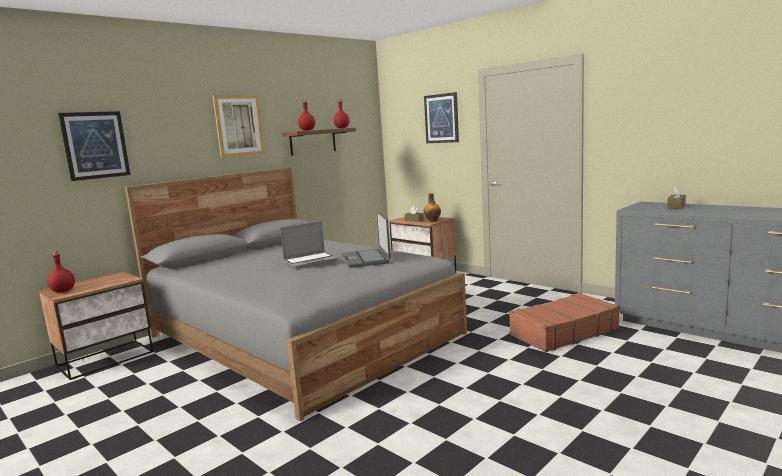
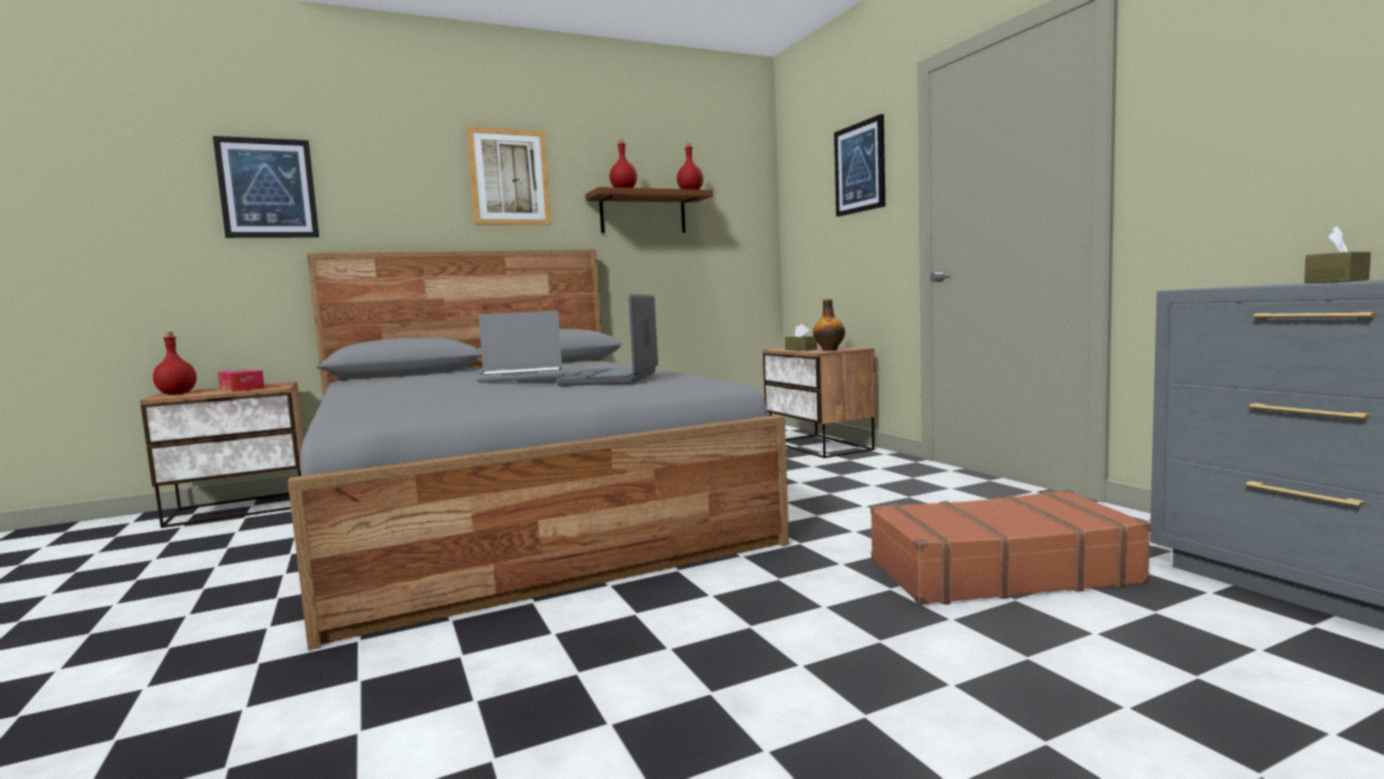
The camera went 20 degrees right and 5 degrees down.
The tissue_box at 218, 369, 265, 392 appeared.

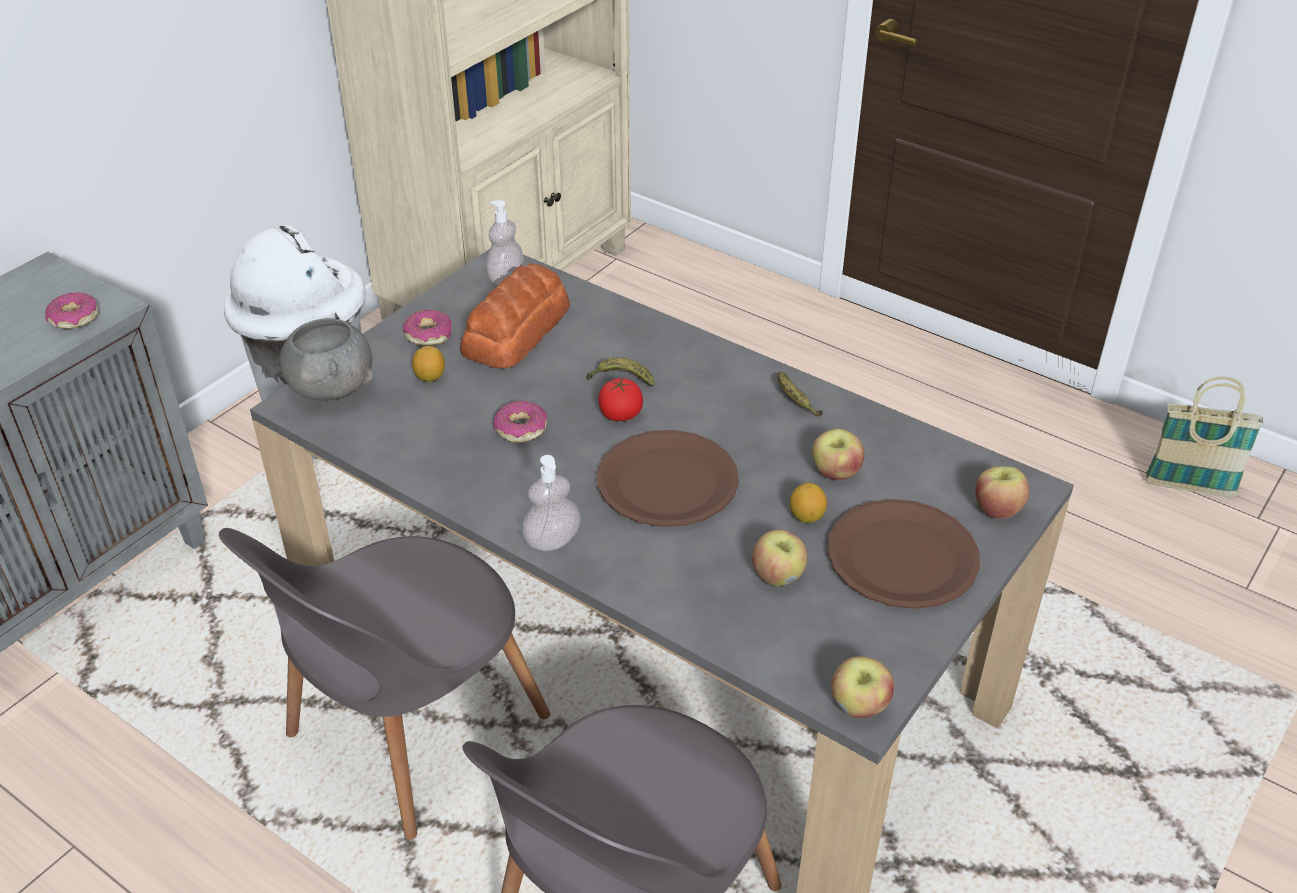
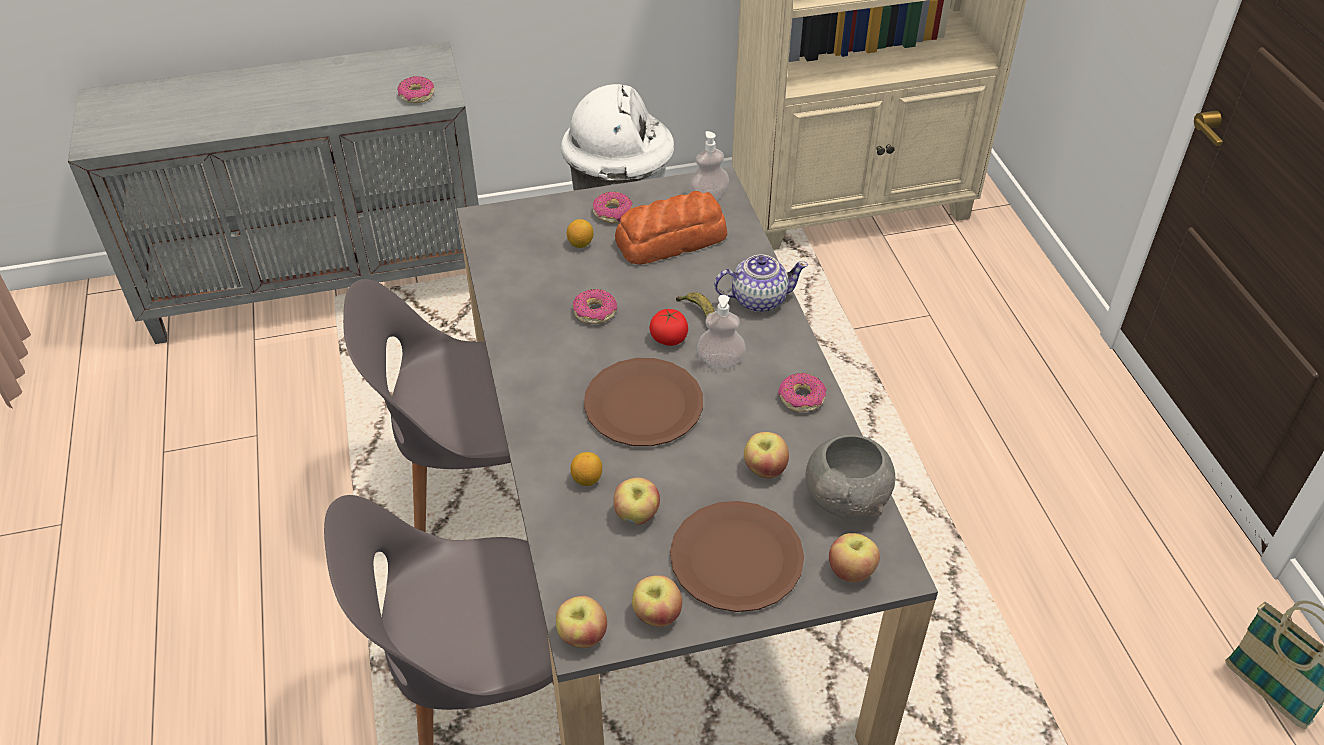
The camera went 40 degrees right and 5 degrees up.
The grey_bowl moved from 280, 318, 374, 401 to 806, 435, 895, 518.
The banana at 777, 372, 822, 417 was replaced by the donut at 778, 373, 827, 412.
The soap_dispenser moved from 521, 455, 581, 552 to 697, 295, 746, 368.
The lemon moved from 790, 483, 827, 523 to 571, 452, 602, 486.
The teapot at 714, 255, 808, 312 appeared.
The apple at 632, 575, 682, 627 appeared.

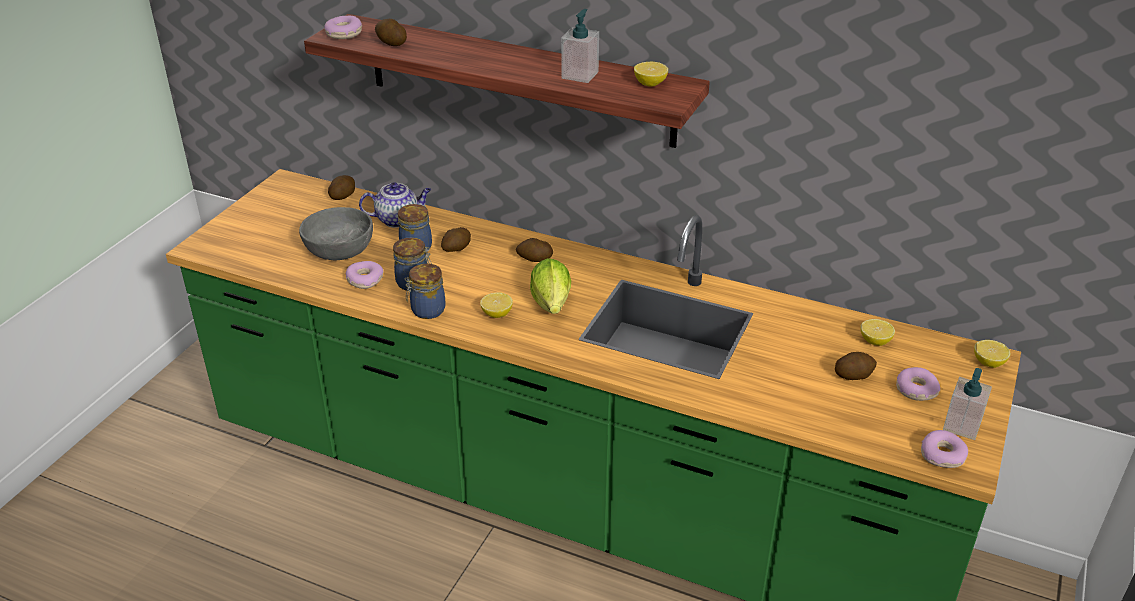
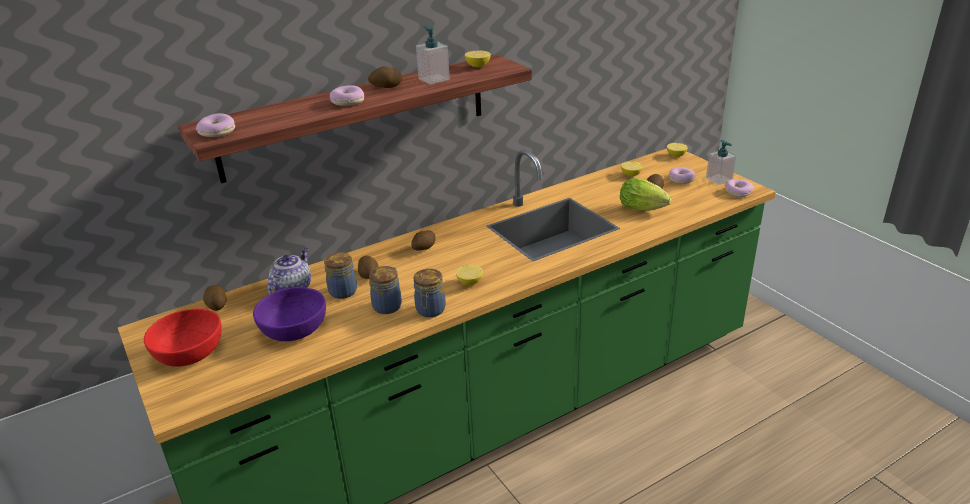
The camera went 55 degrees left and 5 degrees down.
The potato moved from 375, 19, 407, 46 to 368, 66, 402, 88.
The grey_bowl at 299, 207, 373, 260 became the purple_bowl at 253, 287, 326, 341.
The lettuce moved from 530, 258, 571, 314 to 620, 178, 671, 211.
The donut moved from 346, 261, 383, 289 to 330, 85, 364, 106.
The red_bowl at 144, 308, 222, 367 appeared.

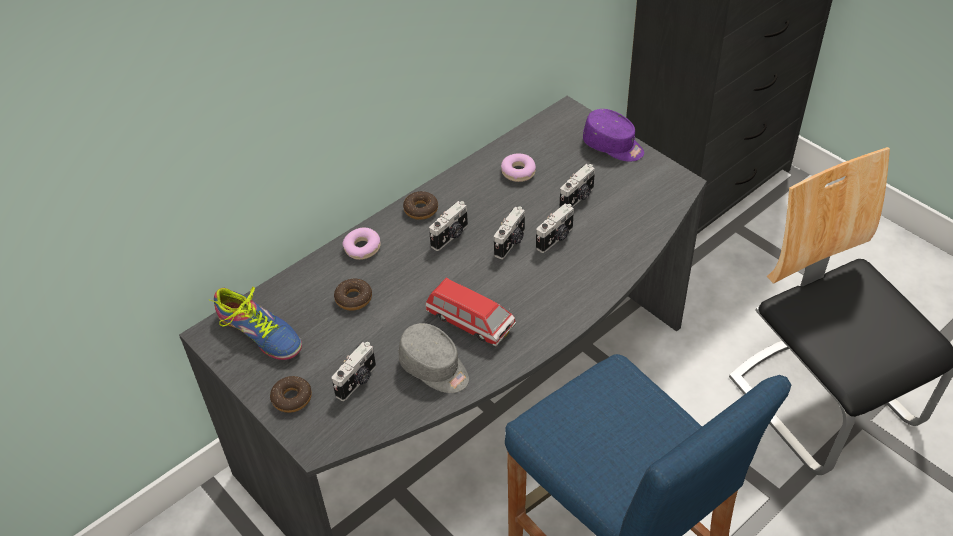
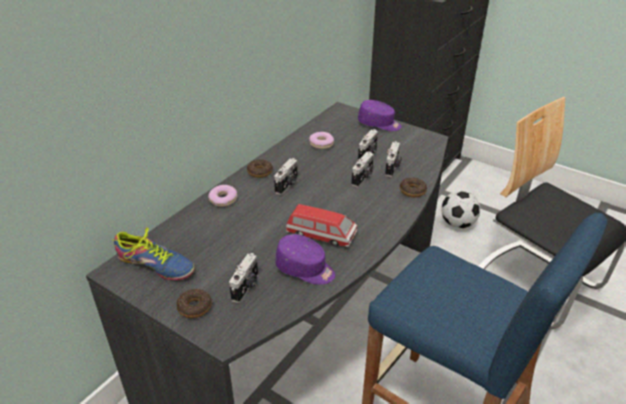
The camera went 15 degrees left and 10 degrees down.
The photo_camera moved from 494, 206, 525, 259 to 385, 141, 402, 177.
The donut moved from 334, 279, 372, 311 to 400, 178, 427, 197.
The grey_cap at 399, 323, 469, 393 became the purple_cap at 276, 234, 335, 285.
The football at 441, 191, 480, 228 appeared.

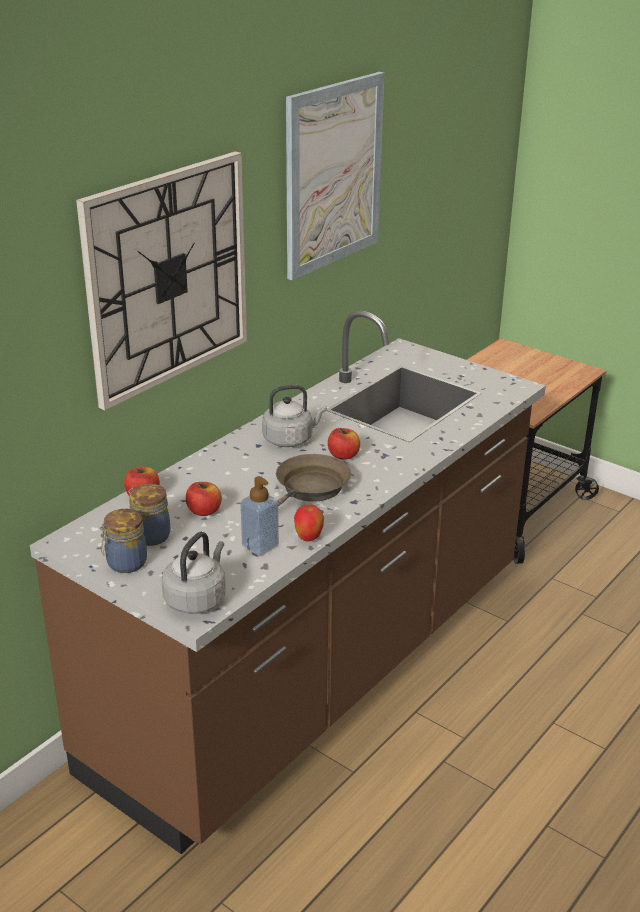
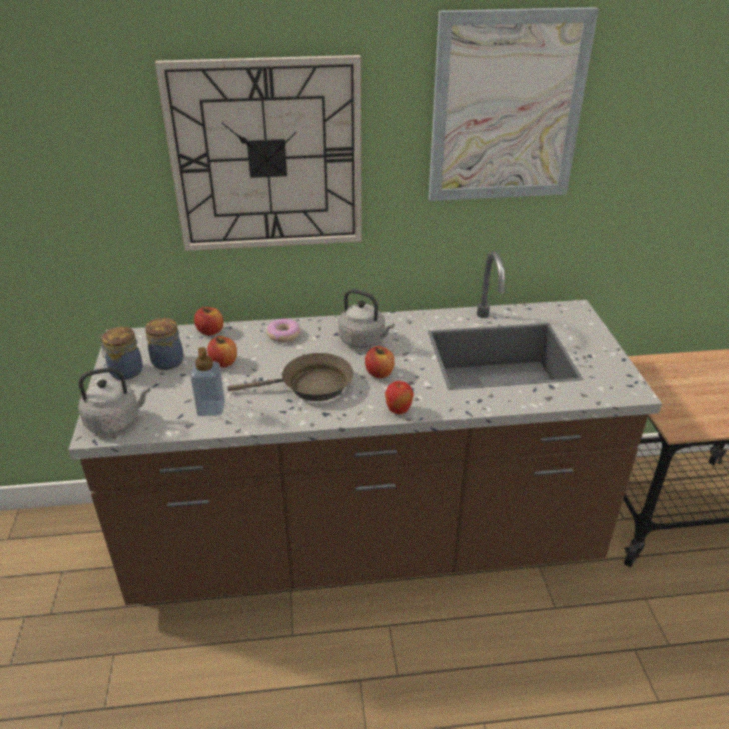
The camera went 45 degrees right and 5 degrees up.
The apple moved from 294, 505, 324, 542 to 385, 381, 414, 414.
The donut at 266, 319, 300, 342 appeared.

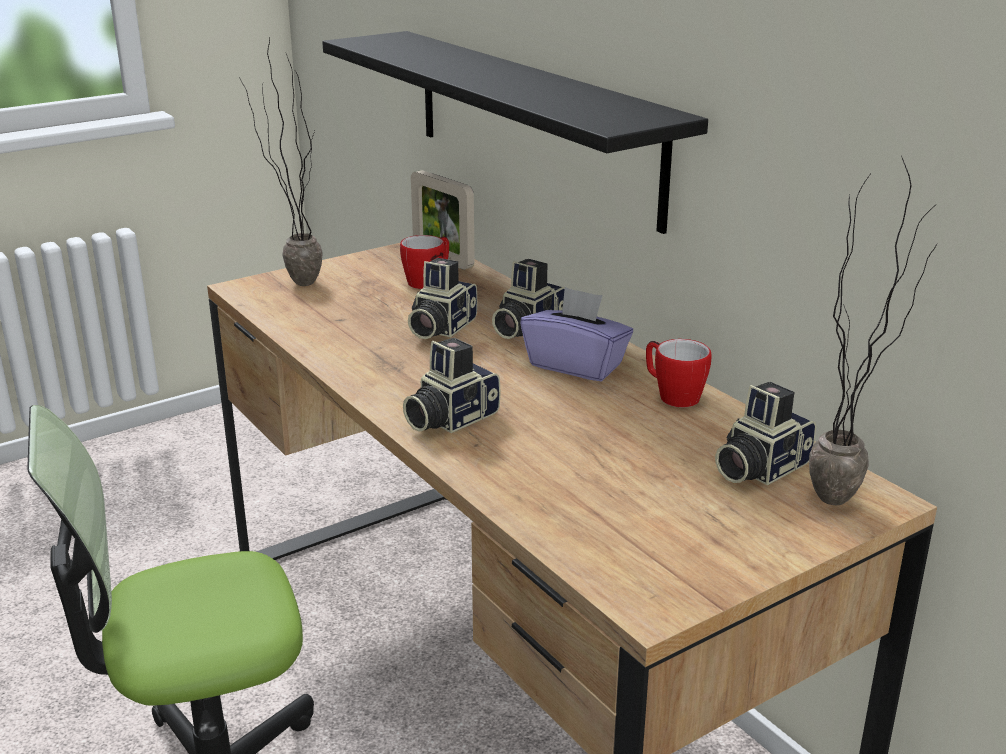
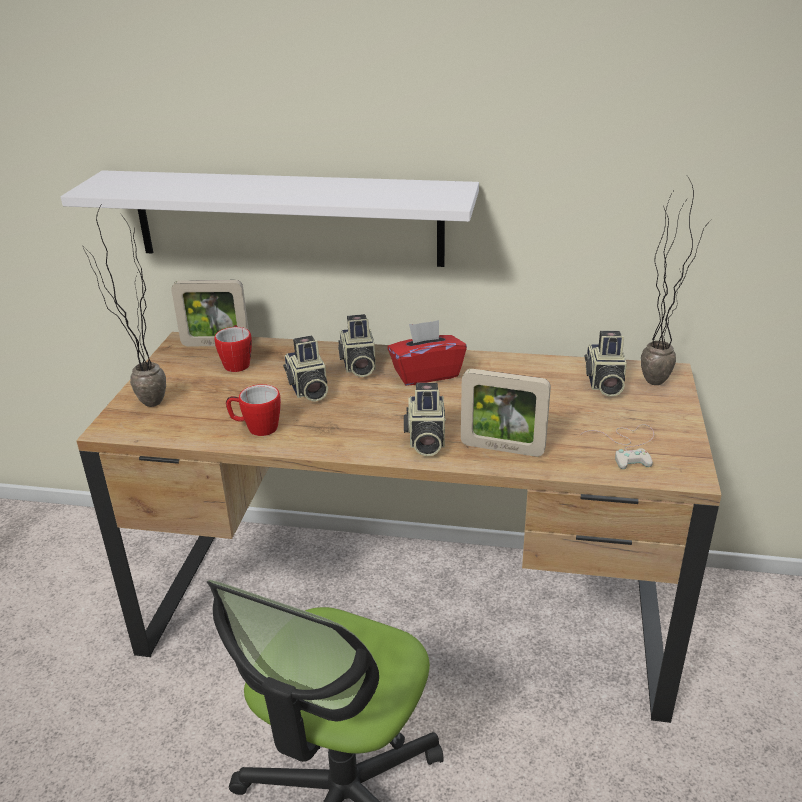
The camera went 45 degrees left and 5 degrees up.
The black_shelf at 322, 31, 708, 234 became the white_shelf at 61, 170, 479, 267.
The purple_tissue_box at 520, 287, 633, 382 became the red_tissue_box at 387, 320, 467, 386.
The mug moved from 646, 339, 712, 407 to 226, 384, 281, 436.
The picture_frame at 461, 369, 551, 457 appeared.
The white_game_controller at 580, 424, 654, 469 appeared.

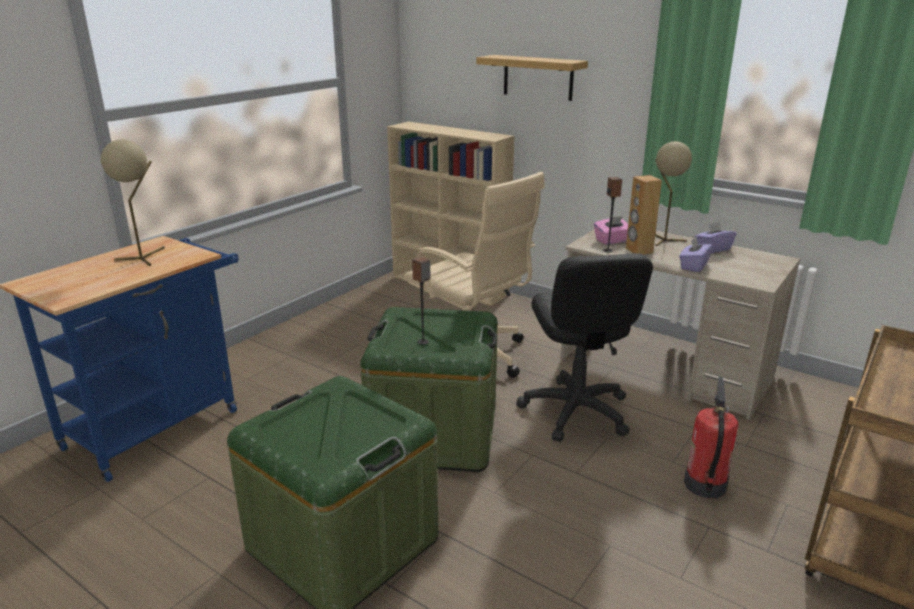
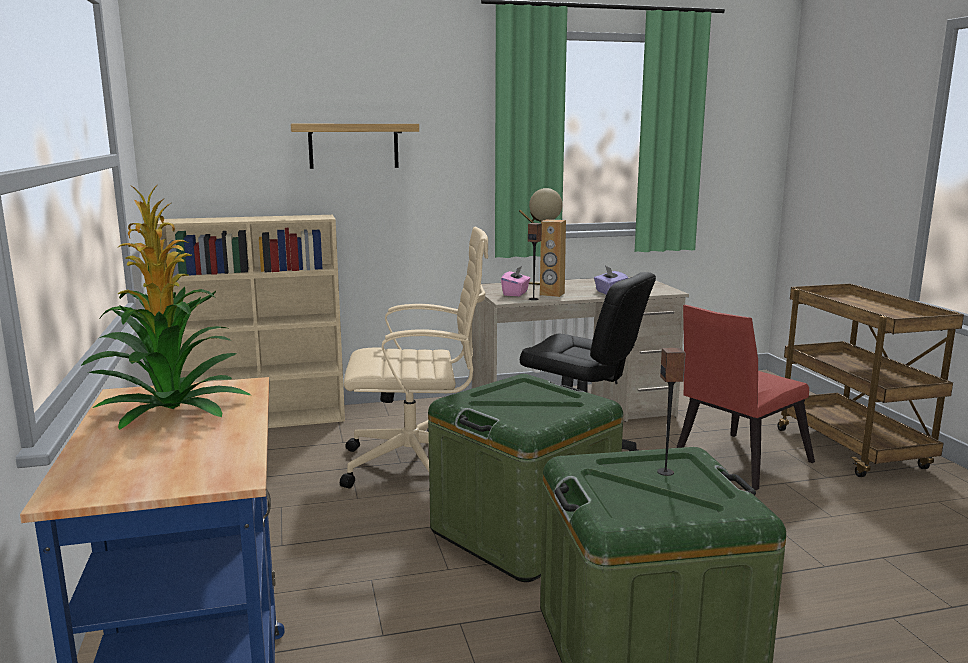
The camera went 50 degrees left and 10 degrees down.
The beige_table_lamp at 101, 139, 165, 266 was replaced by the potted_plant at 81, 185, 251, 430.
The purple_tissue_box at 695, 221, 736, 254 disappeared.
The speaker moved from 412, 257, 431, 345 to 657, 348, 686, 476.
The fire_extinguisher at 684, 376, 739, 498 was replaced by the red_chair at 676, 305, 815, 490.

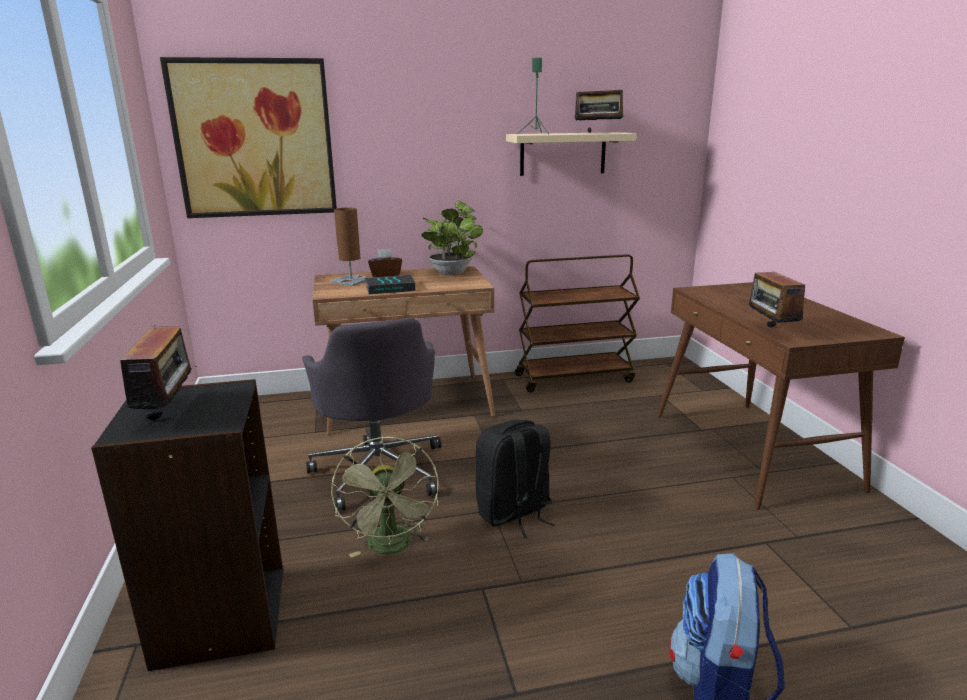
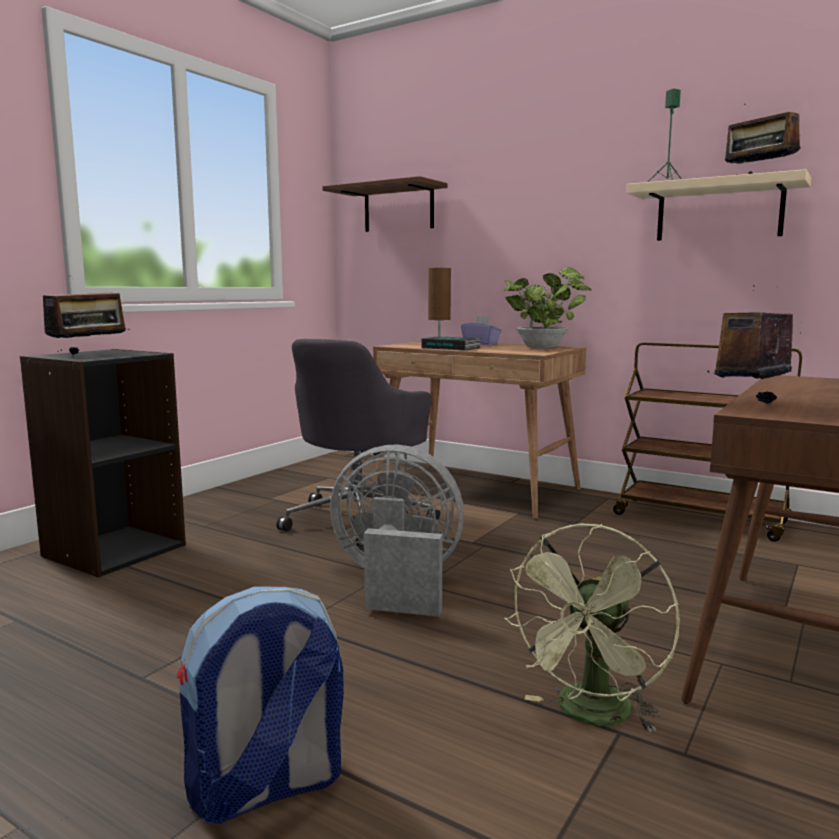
The camera went 45 degrees right and 10 degrees down.
The picture at 160, 57, 337, 218 was replaced by the brown_shelf at 322, 176, 448, 232.
The brown_tissue_box at 368, 248, 402, 277 became the purple_tissue_box at 461, 316, 502, 345.
The black_backpack at 476, 419, 555, 538 was replaced by the grey_fan at 330, 445, 464, 617.
The green_fan moved from 331, 436, 439, 557 to 504, 524, 680, 732.

